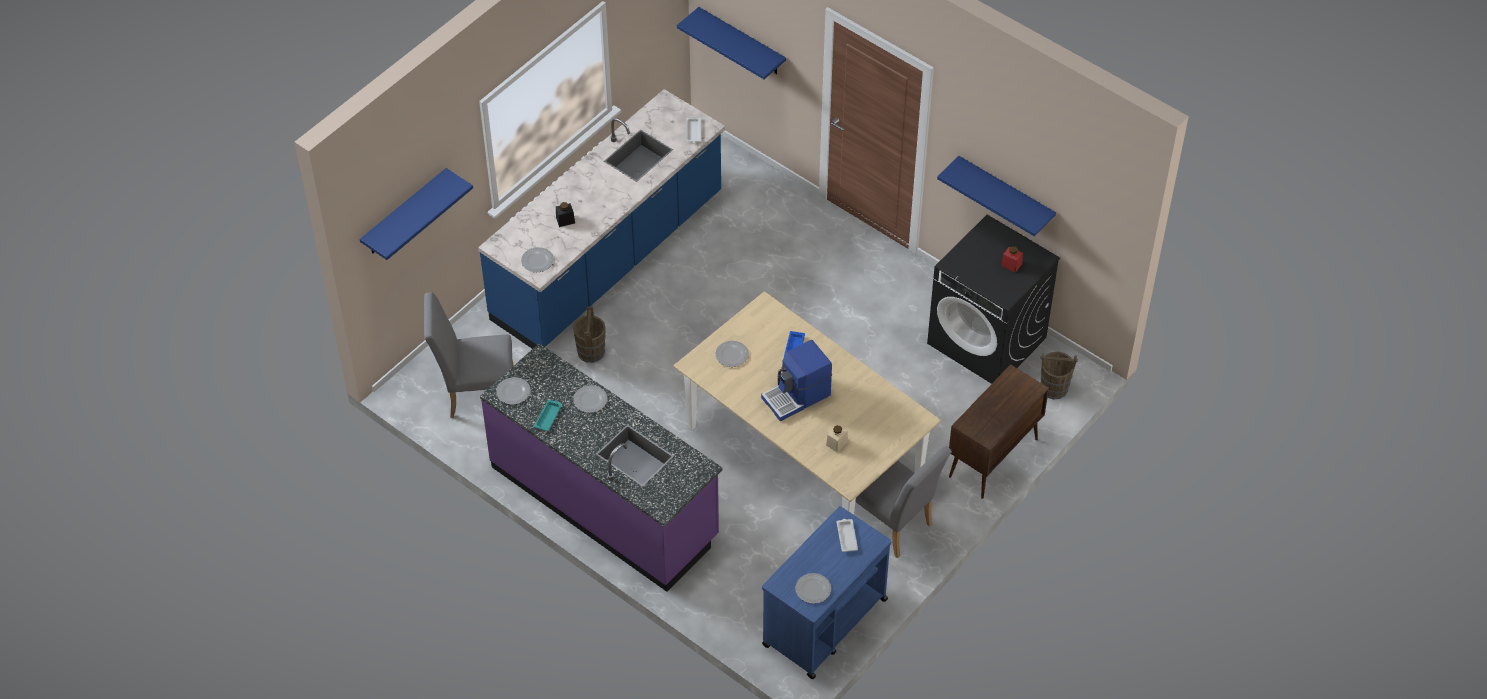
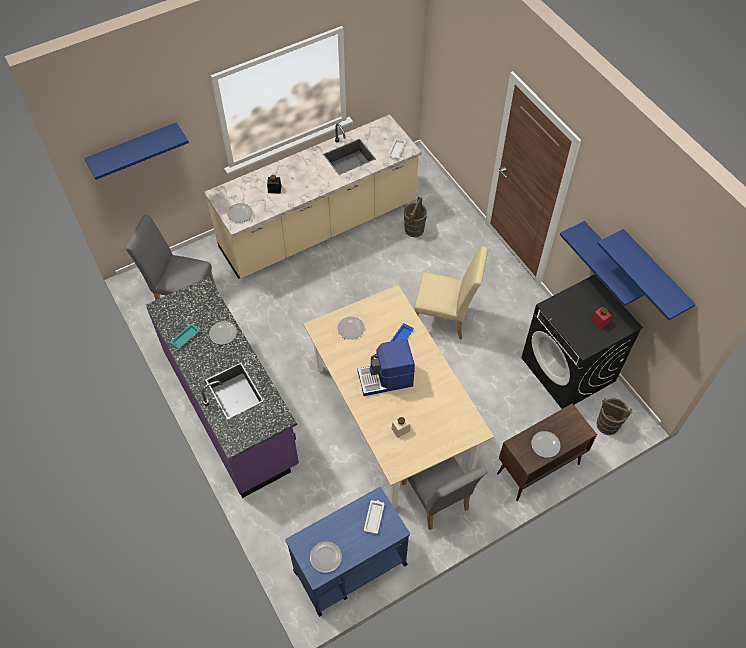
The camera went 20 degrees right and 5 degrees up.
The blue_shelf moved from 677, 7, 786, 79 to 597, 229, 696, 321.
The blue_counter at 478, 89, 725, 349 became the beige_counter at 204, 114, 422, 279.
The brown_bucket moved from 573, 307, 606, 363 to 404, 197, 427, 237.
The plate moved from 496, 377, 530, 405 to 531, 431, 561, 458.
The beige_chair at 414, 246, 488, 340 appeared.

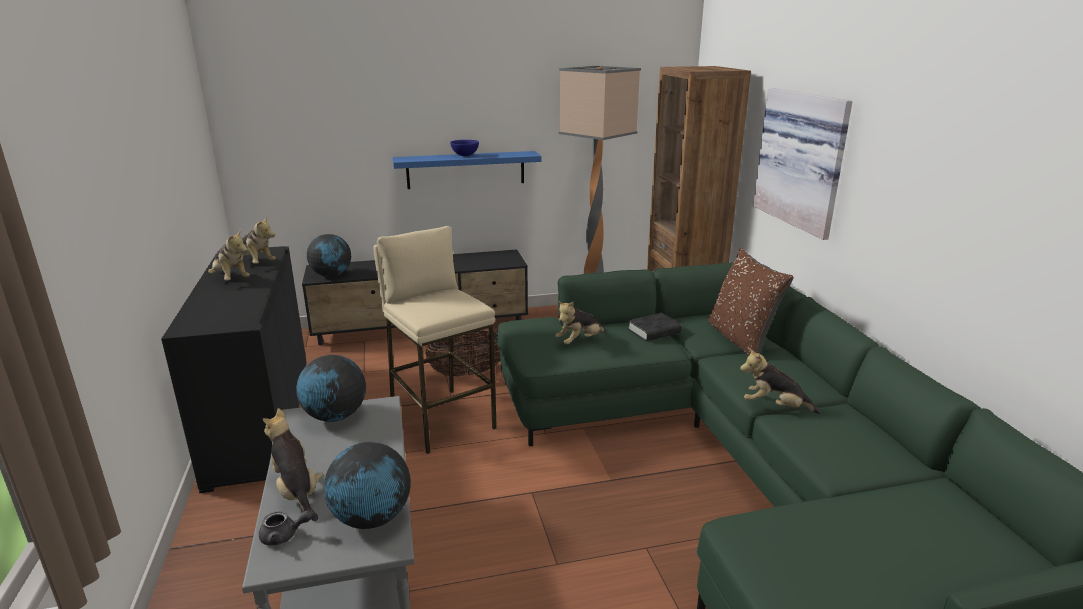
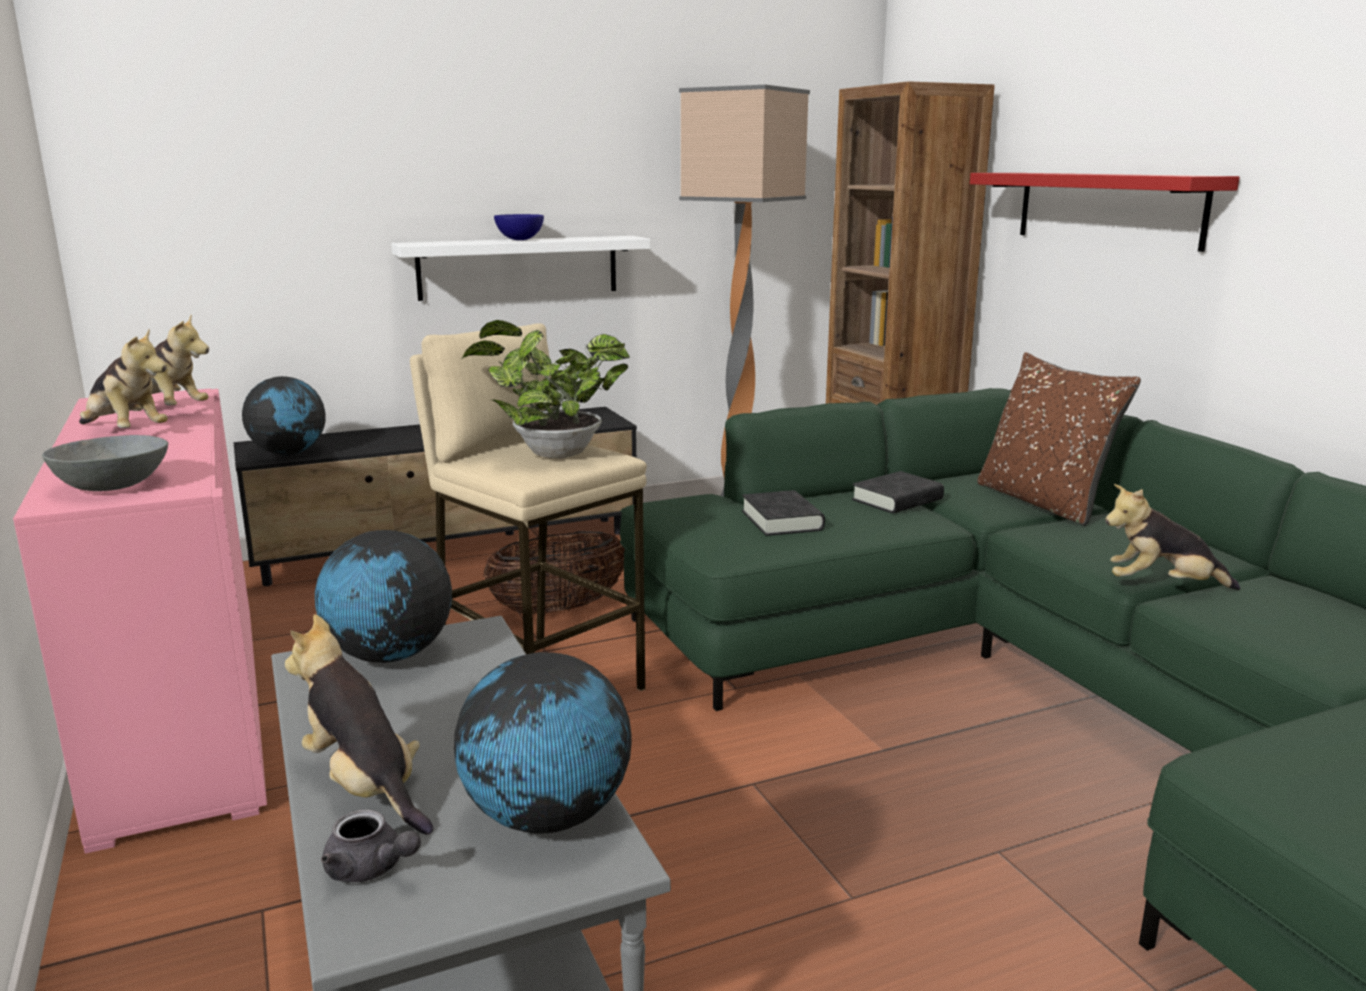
The camera went 10 degrees left and 5 degrees down.
The picture at 753, 88, 853, 240 was replaced by the red_shelf at 970, 173, 1240, 252.
The blue_shelf at 392, 151, 542, 189 became the white_shelf at 391, 236, 651, 301.
The black_cabinet at 161, 246, 307, 493 became the pink_cabinet at 13, 388, 267, 854.
The plush_toy at 555, 301, 606, 344 was replaced by the black_book at 742, 490, 825, 536.
The grey_teapot at 259, 510, 312, 546 turned 45 degrees clockwise.
The potted_plant at 461, 320, 630, 459 appeared.
The grey_bowl at 42, 435, 168, 491 appeared.

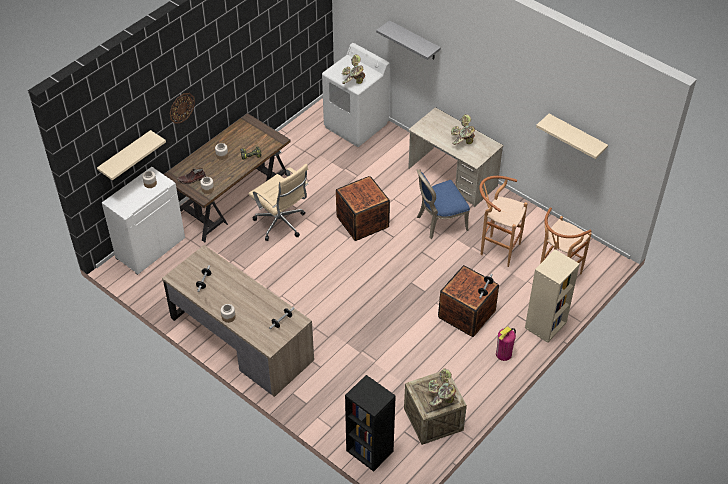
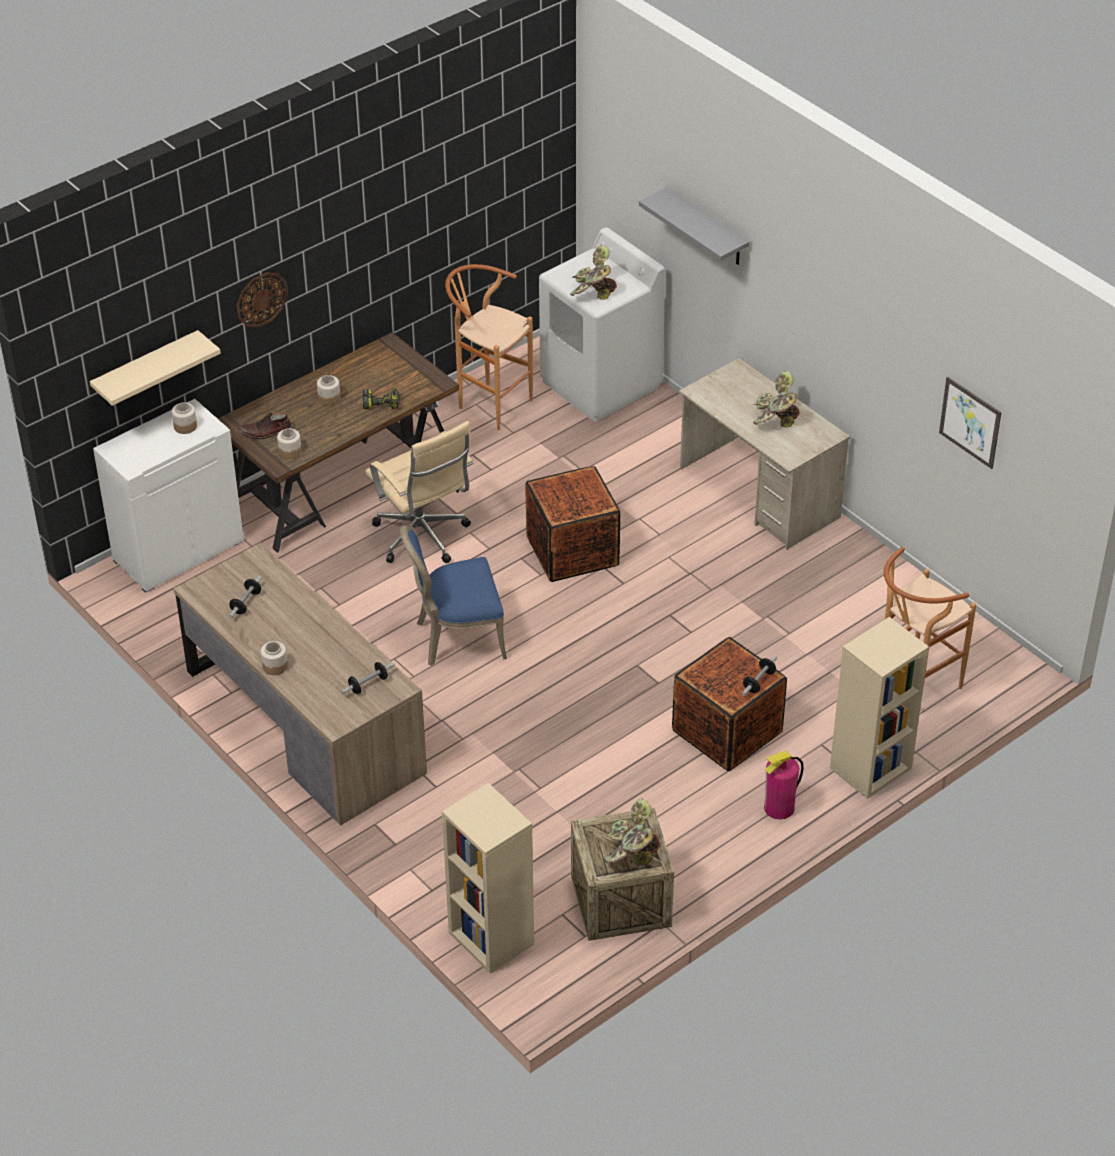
The camera went 10 degrees right and 5 degrees down.
The beige_shelf at 536, 114, 608, 159 was replaced by the picture at 939, 377, 1002, 469.
The blue_chair moved from 417, 169, 470, 239 to 400, 525, 507, 666.
The brown_stool moved from 479, 176, 527, 267 to 445, 264, 533, 430.
The black_bookcase at 345, 375, 396, 472 became the beige_bookcase at 442, 783, 534, 973.

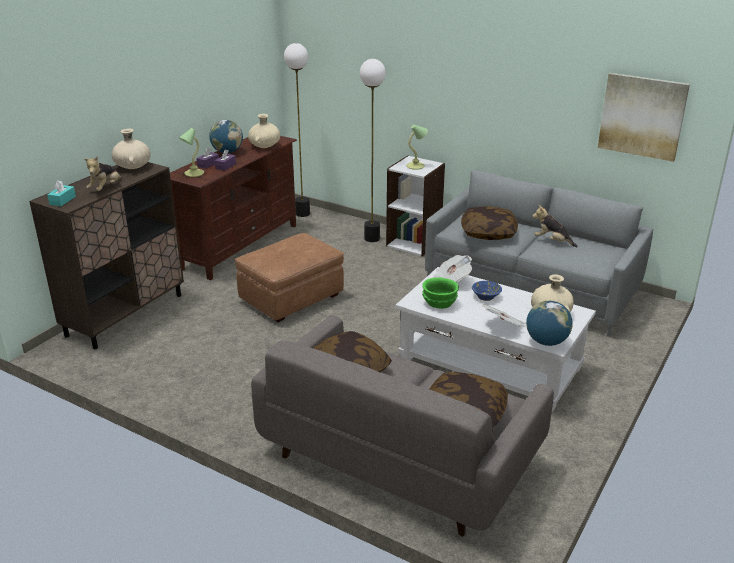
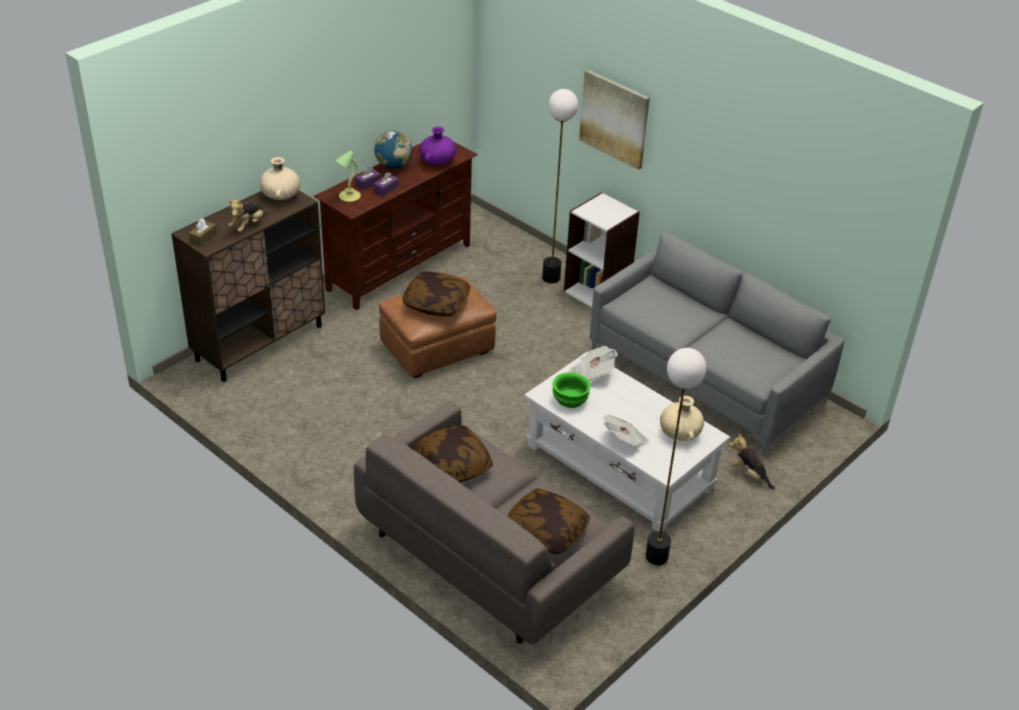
The camera went 10 degrees right and 10 degrees up.
The floor_lamp moved from 284, 43, 310, 217 to 645, 348, 707, 565.
The picture moved from 598, 73, 690, 162 to 579, 70, 650, 170.
The beige_vase at 248, 114, 280, 148 became the purple_vase at 419, 126, 456, 165.
The table_lamp at 407, 125, 428, 170 disappeared.
The turquoise_tissue_box at 47, 180, 76, 206 became the brown_tissue_box at 189, 219, 217, 246.
The plush_toy moved from 532, 204, 578, 248 to 729, 433, 775, 490.
The pillow moved from 461, 206, 518, 240 to 403, 272, 470, 316.
The blue_bowl at 472, 281, 502, 301 disappeared.
The globe at 526, 301, 573, 346 disappeared.

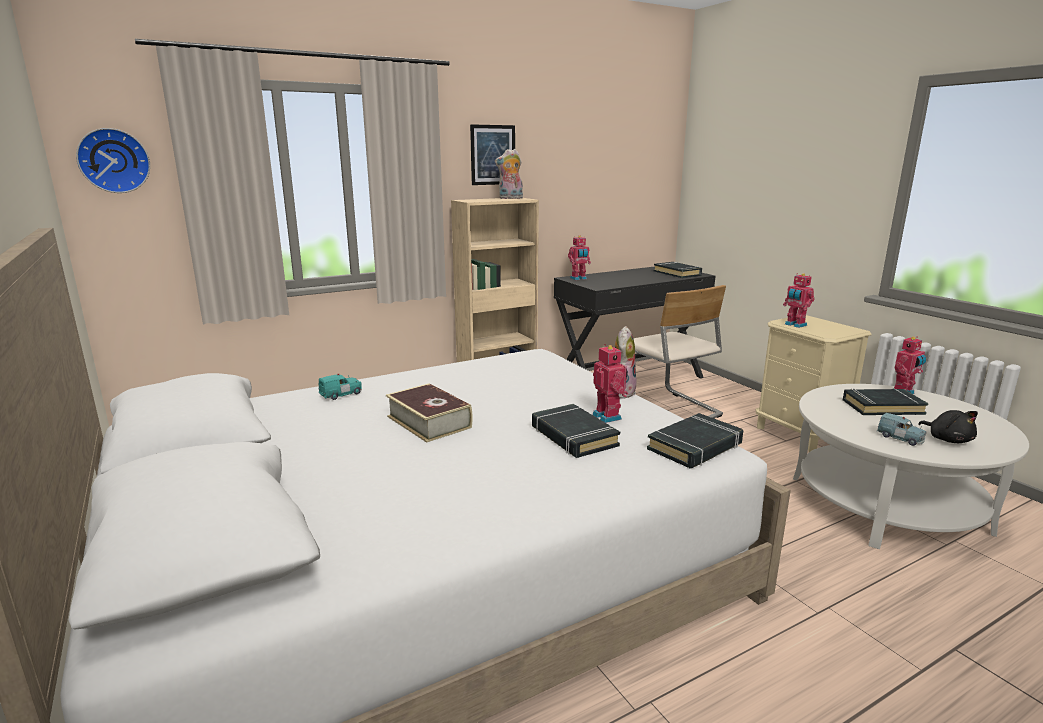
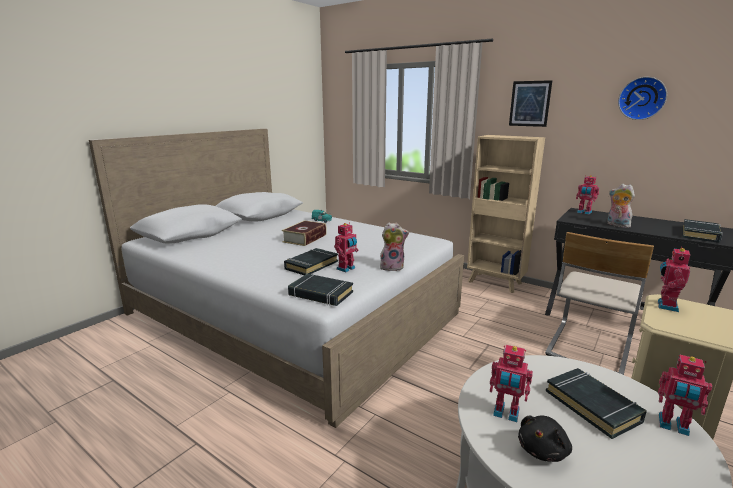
The camera went 65 degrees right and 0 degrees up.
The wall_clock moved from 76, 128, 150, 193 to 618, 77, 667, 120.
The plush_toy moved from 495, 149, 523, 199 to 608, 184, 635, 228.
The blue_toy_car at 877, 413, 927, 446 was replaced by the toy_robot at 490, 345, 533, 422.

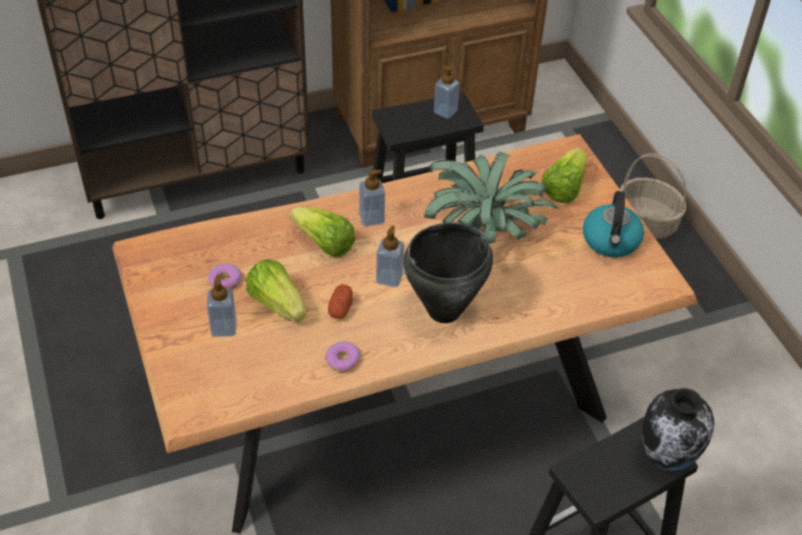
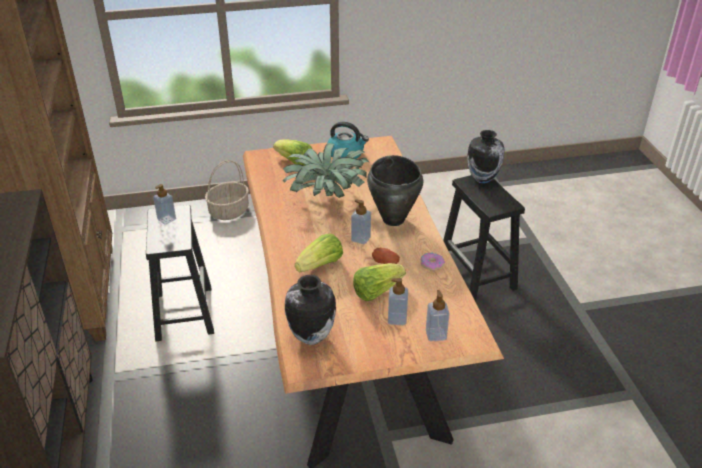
The camera went 80 degrees left and 10 degrees down.
The soap_dispenser moved from 359, 170, 385, 226 to 426, 290, 450, 341.
The donut at 208, 263, 242, 289 disappeared.
The vase at 285, 275, 336, 345 appeared.

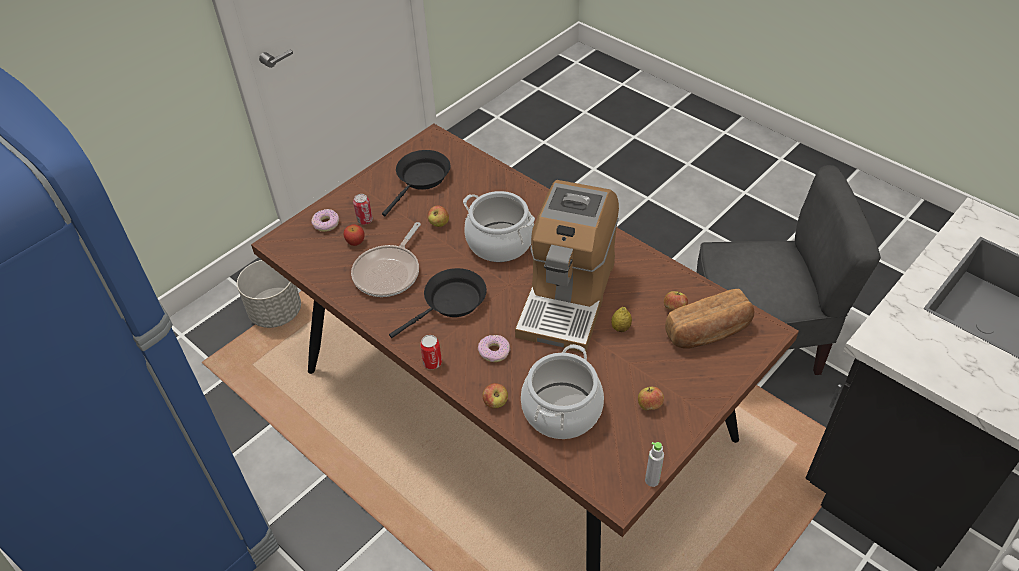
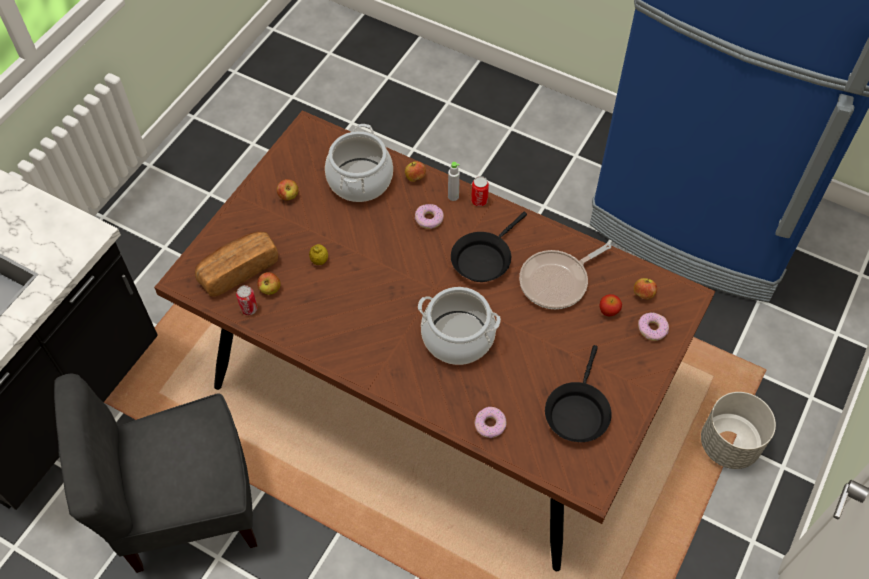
The camera went 165 degrees right and 10 degrees up.
The coffee_machine at 515, 180, 619, 353 disappeared.
The can moved from 353, 194, 373, 225 to 236, 285, 258, 315.
The apple moved from 427, 205, 449, 227 to 634, 278, 657, 299.
The frying_pan at 351, 222, 421, 297 turned 135 degrees counterclockwise.
The grey_bottle moved from 645, 442, 664, 487 to 448, 162, 460, 201.
The donut at 474, 407, 507, 438 appeared.

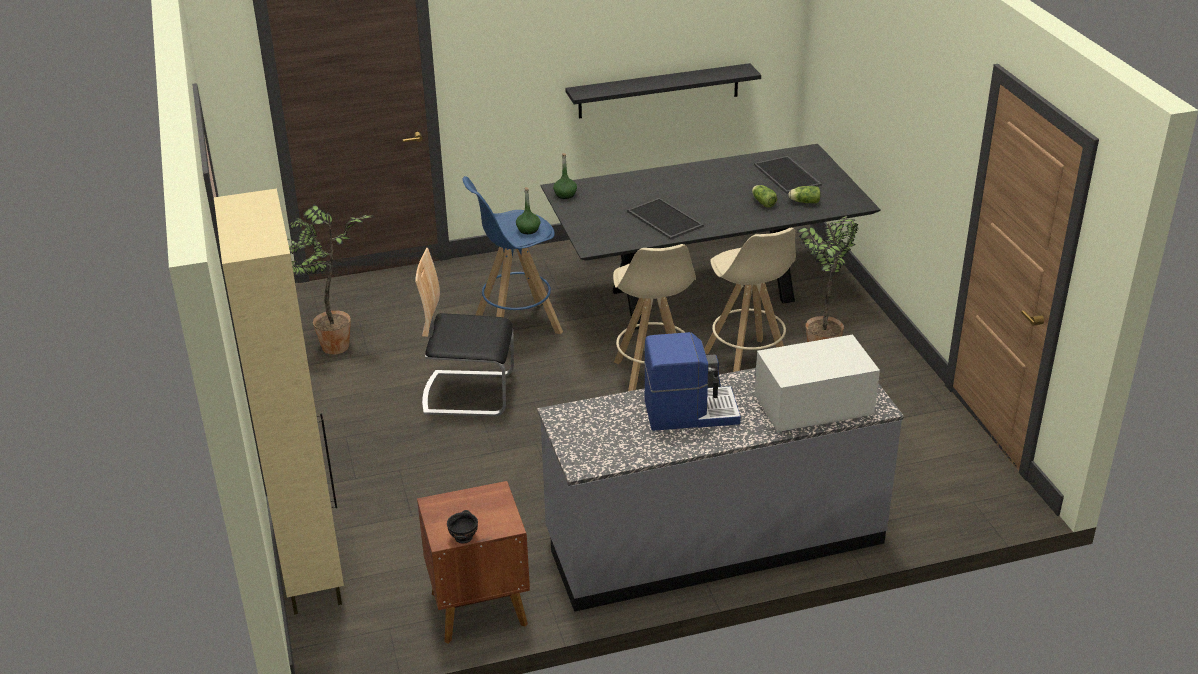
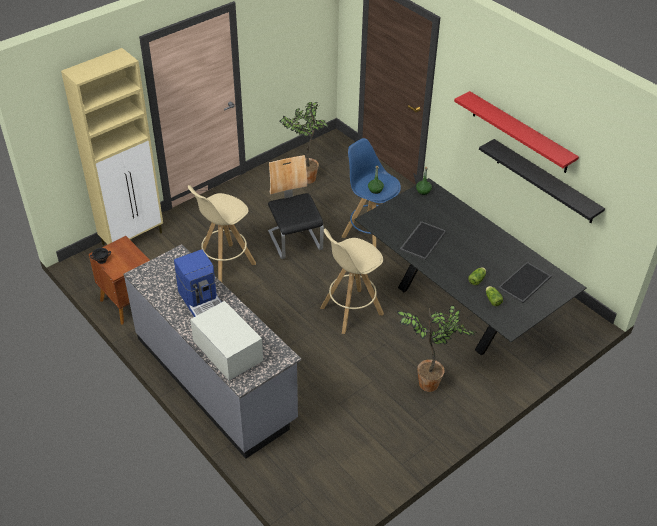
The camera went 65 degrees right and 10 degrees up.
The beige_stool moved from 704, 228, 796, 372 to 188, 185, 256, 282.
The red_shelf at 454, 91, 579, 173 appeared.

